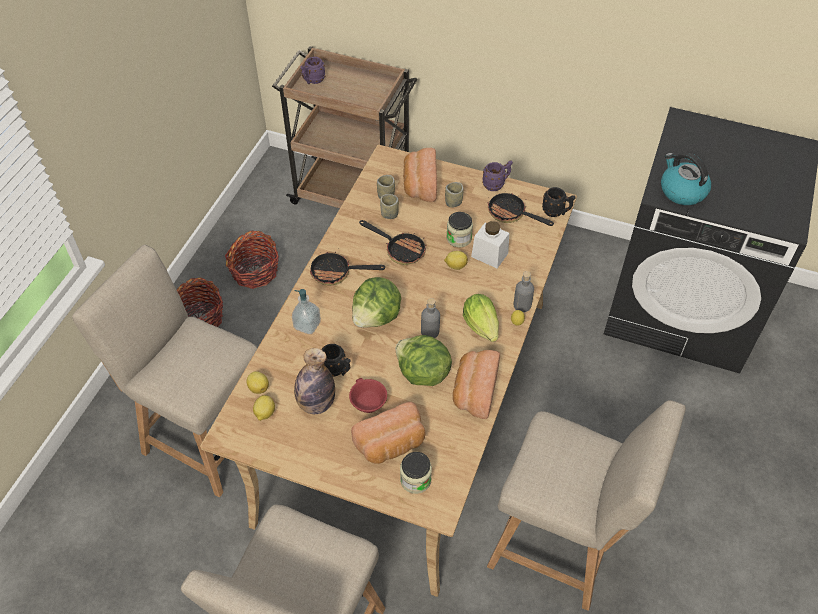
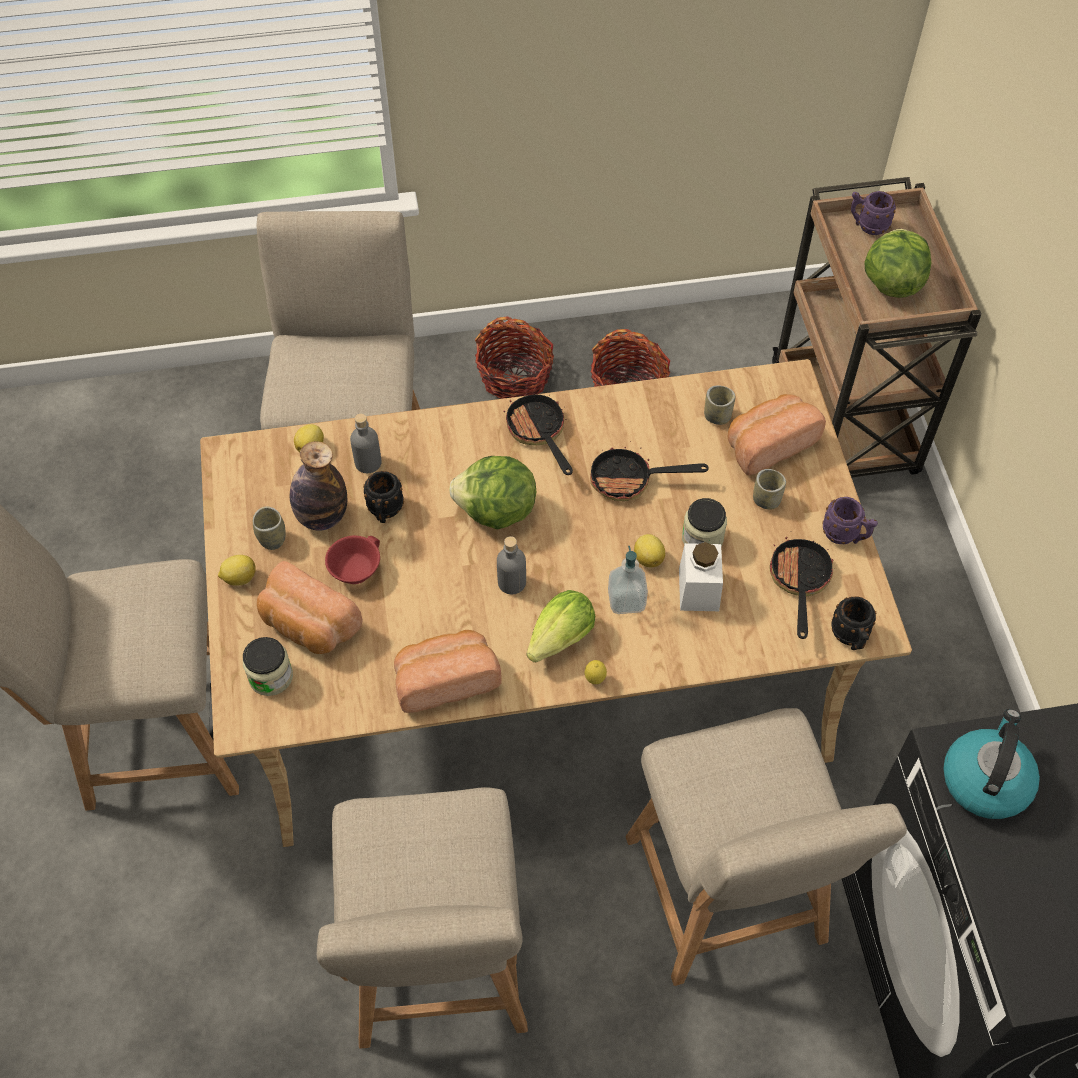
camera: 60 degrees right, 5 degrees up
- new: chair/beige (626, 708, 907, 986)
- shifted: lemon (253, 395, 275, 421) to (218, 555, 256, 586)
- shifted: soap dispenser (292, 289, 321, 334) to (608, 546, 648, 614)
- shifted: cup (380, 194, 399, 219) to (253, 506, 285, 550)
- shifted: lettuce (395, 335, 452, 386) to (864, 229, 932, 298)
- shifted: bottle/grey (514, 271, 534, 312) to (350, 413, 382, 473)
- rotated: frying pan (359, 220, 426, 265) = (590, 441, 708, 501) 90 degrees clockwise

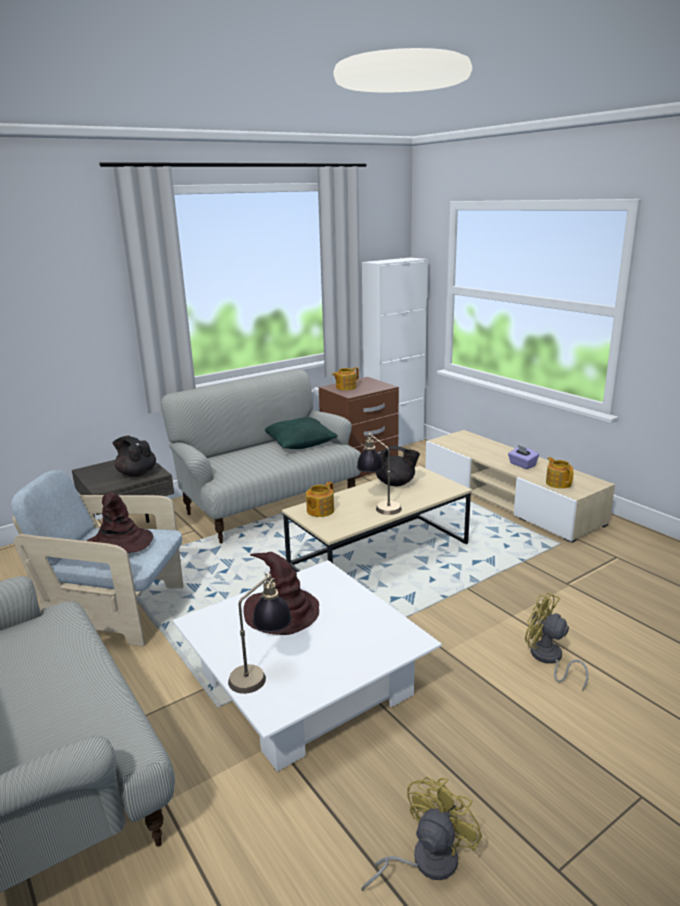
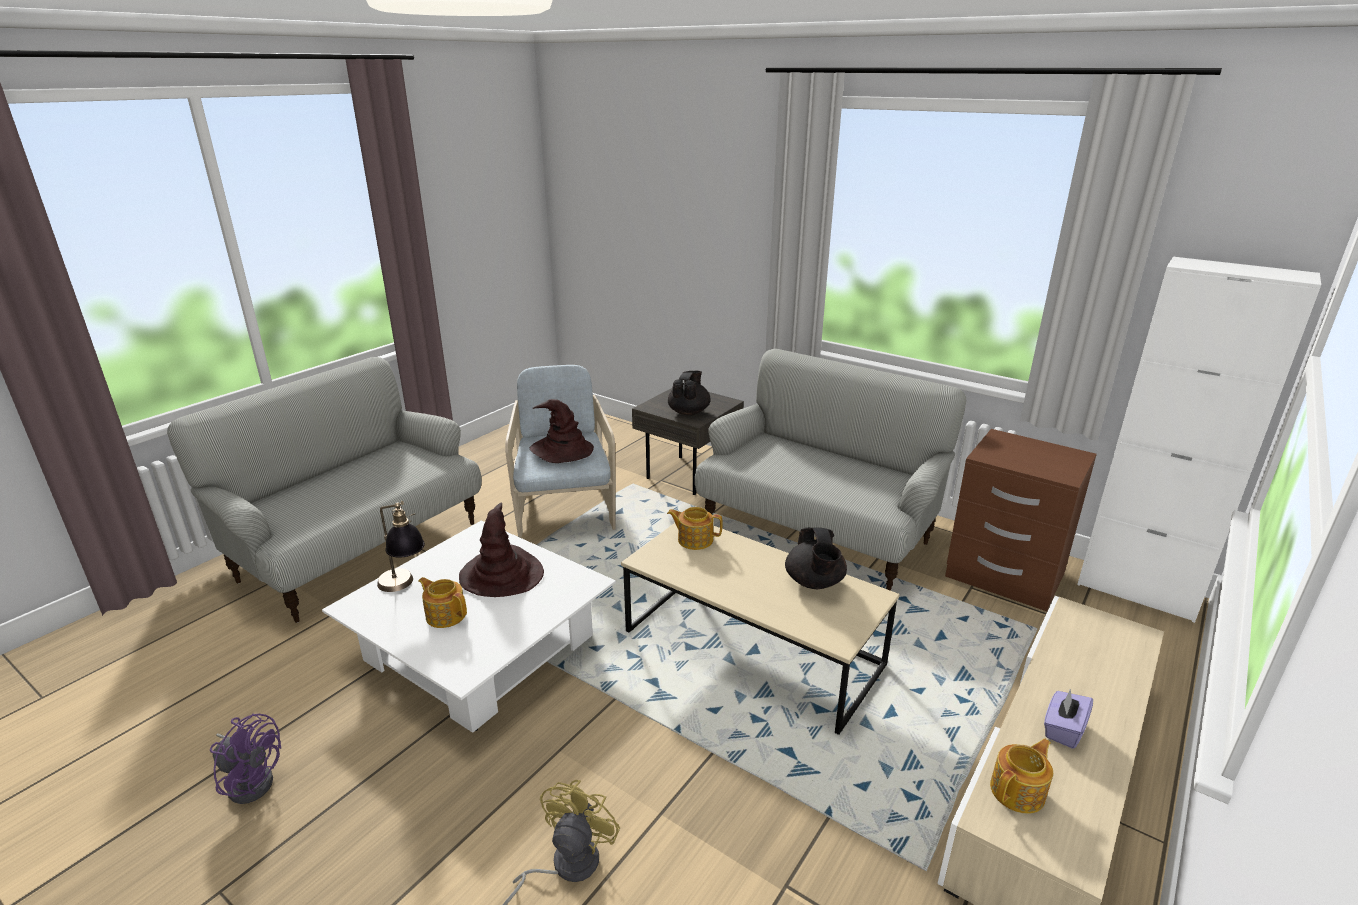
camera: 70 degrees right, 5 degrees up
- gone: pillow/green (265, 417, 338, 449)
- gone: table lamp (357, 433, 402, 515)
- shifted: teapot (332, 367, 359, 390) to (418, 577, 467, 628)
- repainted: fan/yellow (361, 777, 482, 891) to fan/purple (210, 714, 281, 804)

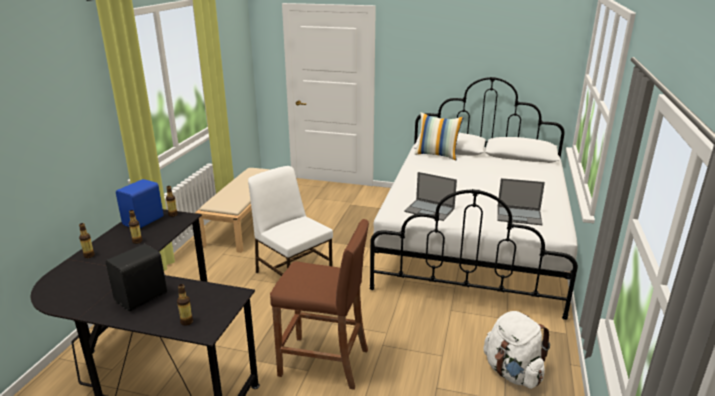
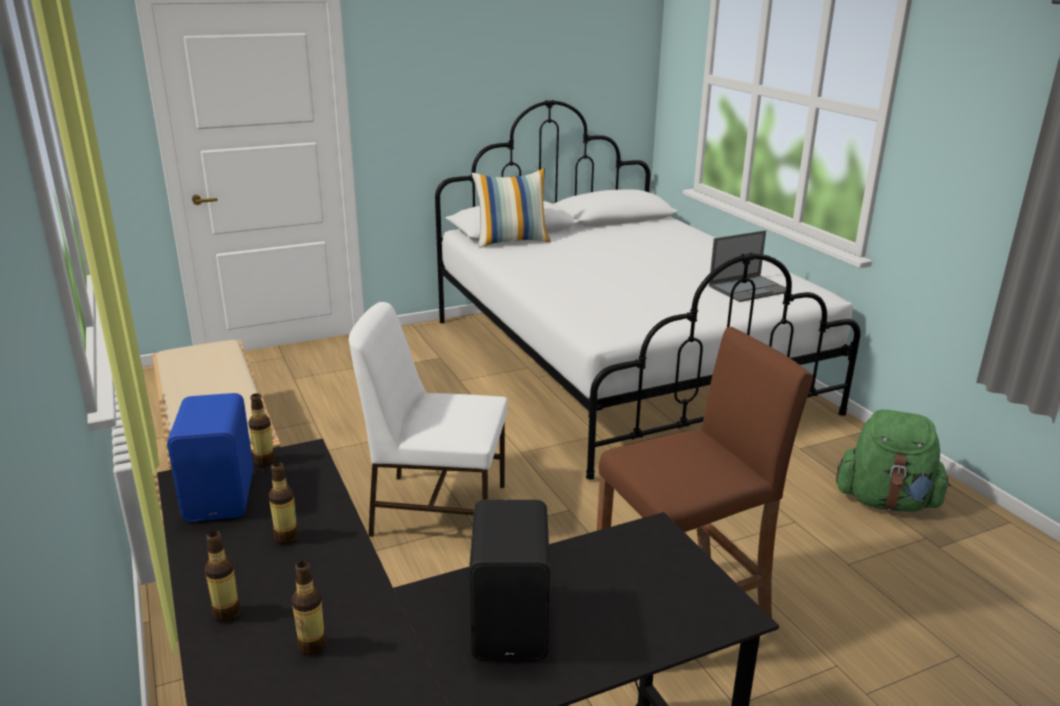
camera: 40 degrees left, 0 degrees up
- gone: laptop (404, 172, 457, 221)
- shifted: bottle (177, 284, 193, 325) to (292, 561, 327, 656)
- repainted: backpack/white (484, 311, 550, 389) to backpack/green (836, 409, 951, 512)

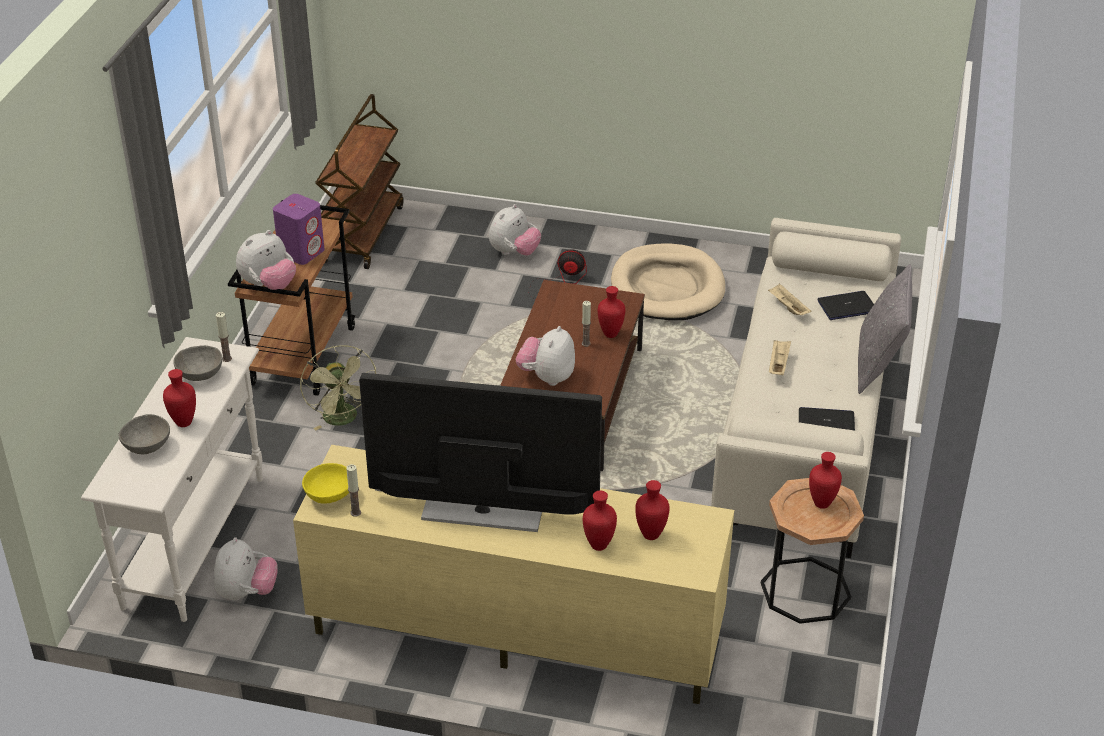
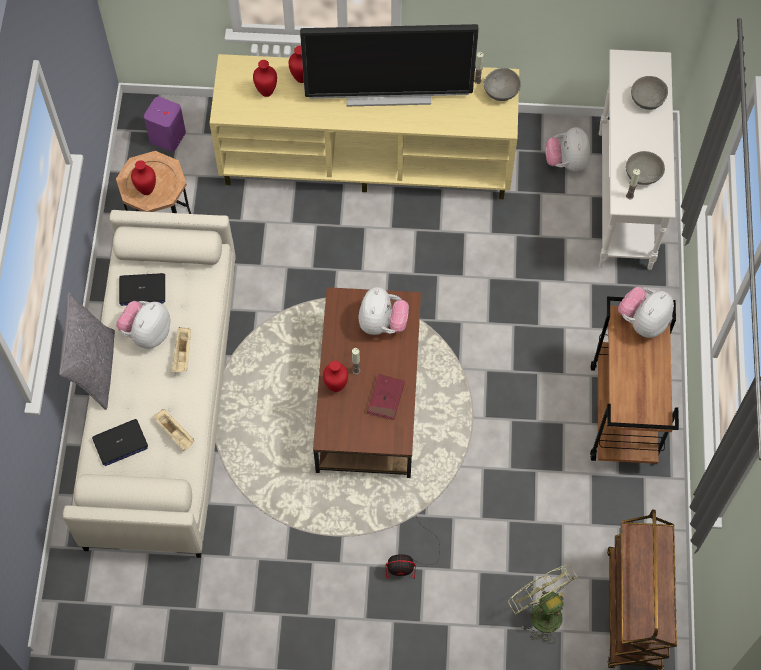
camera: 170 degrees right, 25 degrees up
- gone: vase/red (163, 369, 196, 427)
- gone: dog bed/beige (611, 243, 725, 320)
- new: book/red (367, 374, 405, 420)
- shifted: speaker/purple (273, 194, 325, 265) to (144, 97, 186, 151)
- shifted: fan/green (300, 345, 376, 430) to (508, 565, 578, 644)
- shifted: plush toy (489, 204, 541, 256) to (116, 301, 170, 349)
- repainted: bowl/yellow (302, 463, 349, 503) to bowl/grey (484, 68, 521, 101)

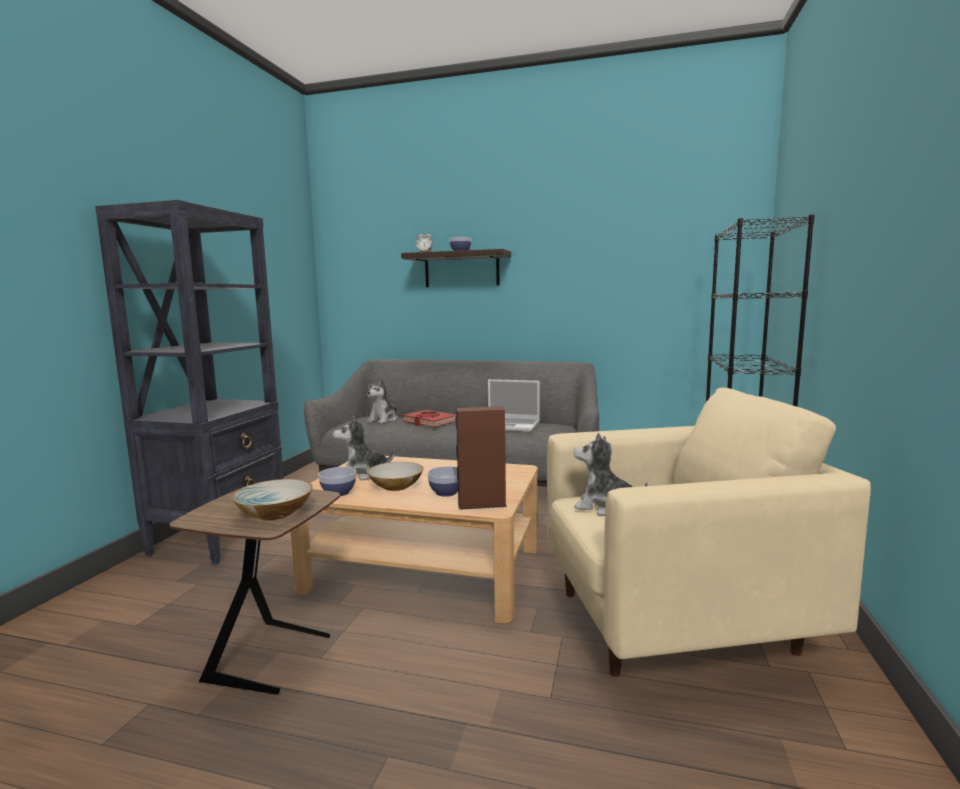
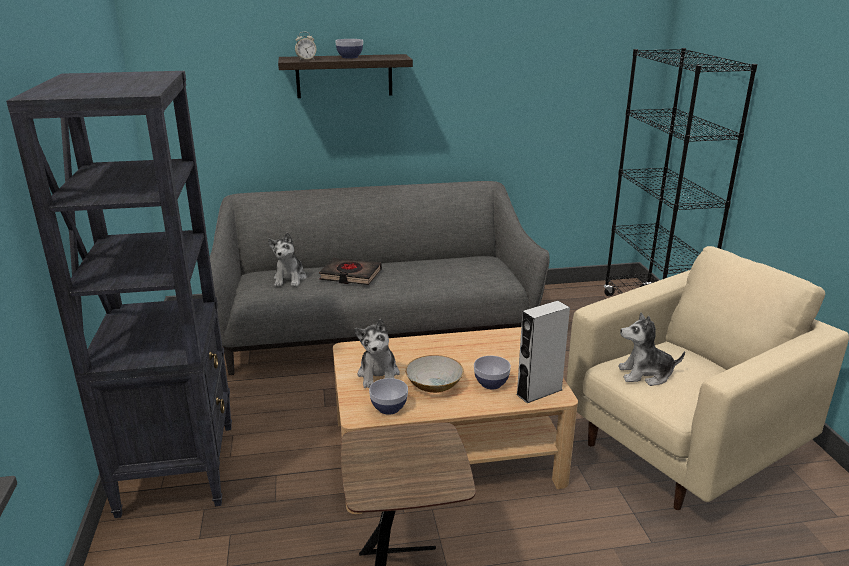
camera: 25 degrees left, 15 degrees up
- gone: bowl (232, 479, 313, 520)
- gone: laptop (488, 379, 540, 432)
- repainted: book/red (402, 410, 456, 427) to book/black (319, 258, 382, 285)
- repainted: speaker/brown (456, 406, 507, 510) to speaker/grey (516, 300, 570, 403)
- rotated: plush toy (333, 415, 395, 480) = (355, 319, 400, 388) 60 degrees counterclockwise

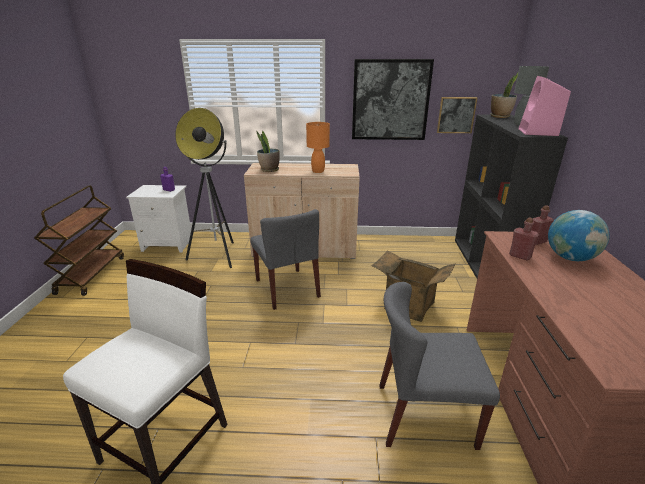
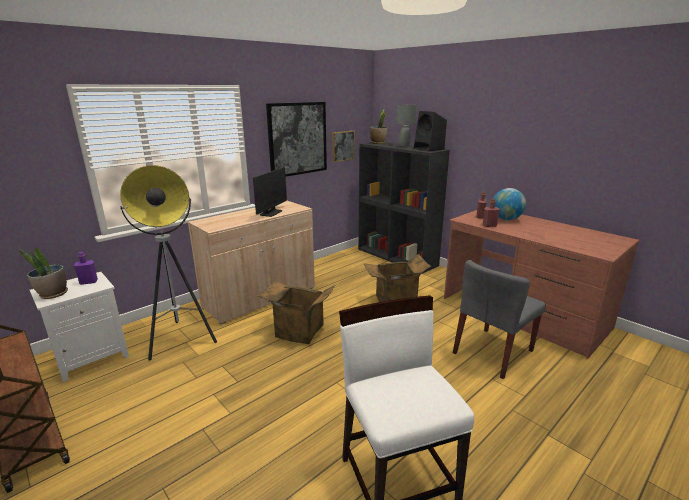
camera: 45 degrees left, 5 degrees down
- shifted: potted plant (257, 131, 280, 172) to (19, 248, 68, 299)
- swapped: chair/grey (250, 209, 321, 310) to cardboard box (257, 281, 335, 344)
- swapped: table lamp/orange (306, 122, 330, 173) to monitor (253, 167, 287, 217)
- repainted: speaker/pink (518, 76, 571, 136) to speaker/black (414, 111, 447, 151)

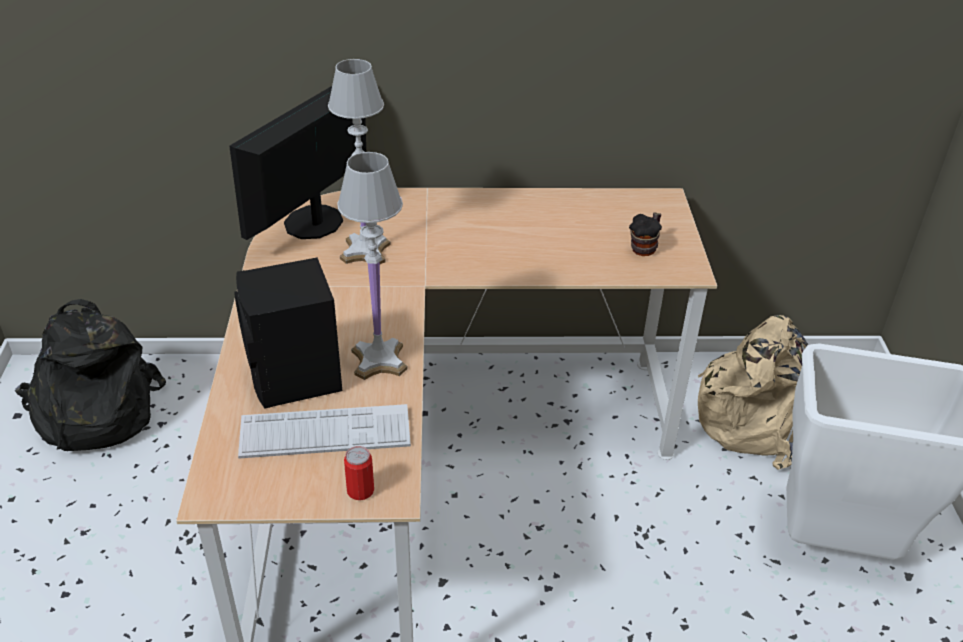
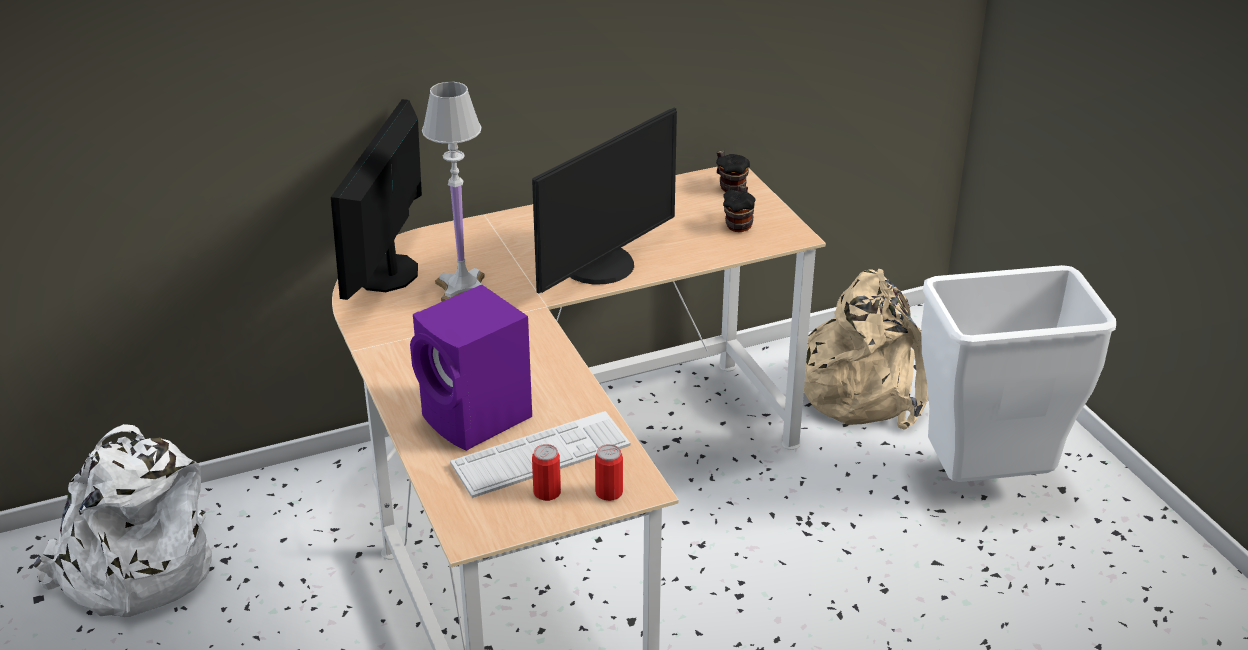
camera: 20 degrees left, 5 degrees down
- gone: table lamp/white (337, 152, 407, 380)
- new: monitor (532, 108, 677, 294)
- new: can (532, 444, 561, 501)
- new: mug (716, 151, 750, 192)
- repainted: backpack/black (15, 299, 166, 451) to backpack/white (33, 424, 212, 617)
- repainted: speaker/black (234, 258, 342, 409) to speaker/purple (410, 285, 532, 451)

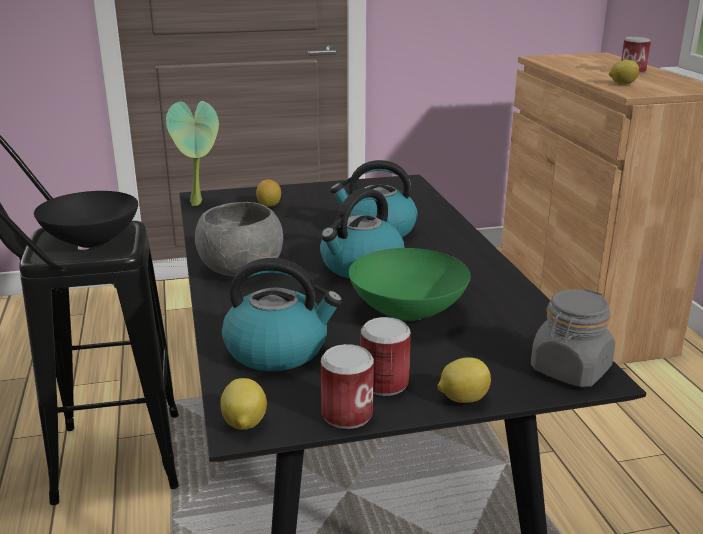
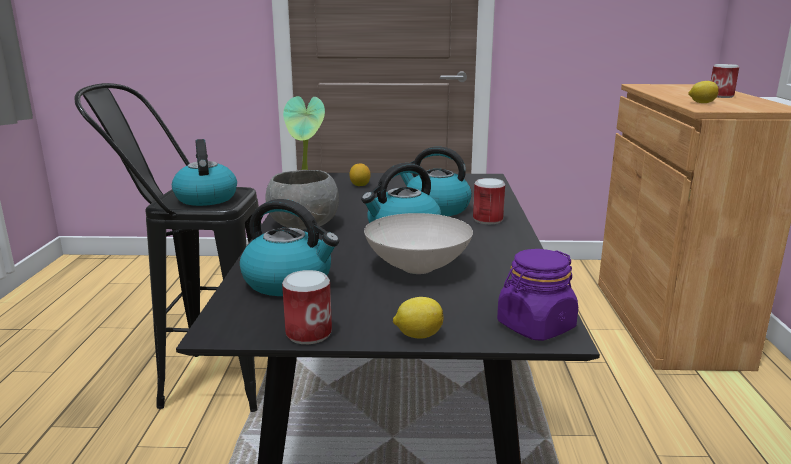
camera: 15 degrees right, 5 degrees down
- gone: lemon (220, 378, 267, 430)
- shifted: can (361, 317, 411, 396) to (473, 178, 505, 224)
- swapped: bowl/black (34, 191, 138, 248) to kettle (172, 139, 237, 206)
- repainted: bowl/green (349, 248, 471, 321) to bowl/white (364, 213, 473, 274)
- repainted: jar/grey (531, 289, 615, 387) to jar/purple (497, 249, 578, 341)

